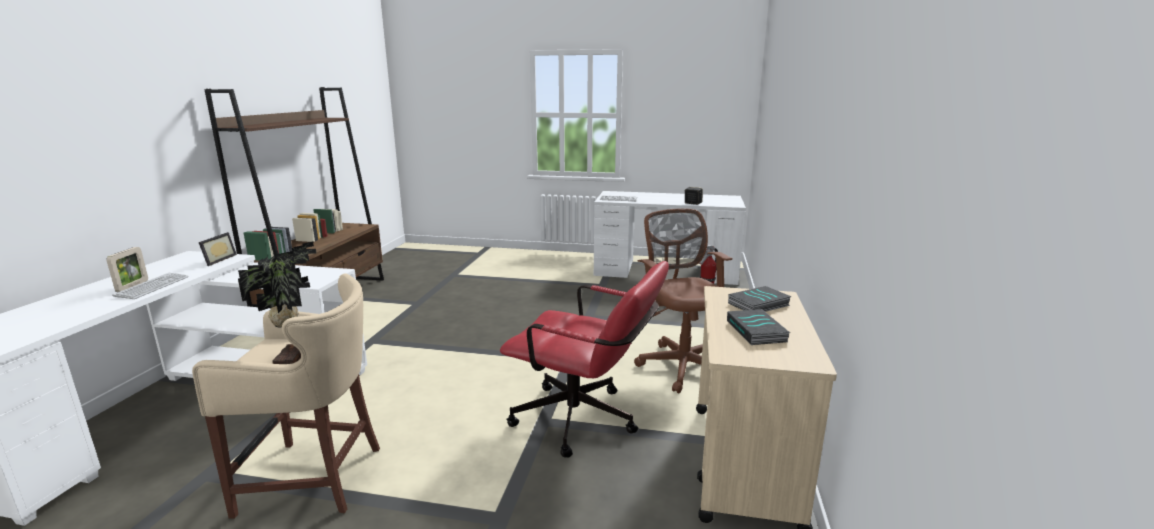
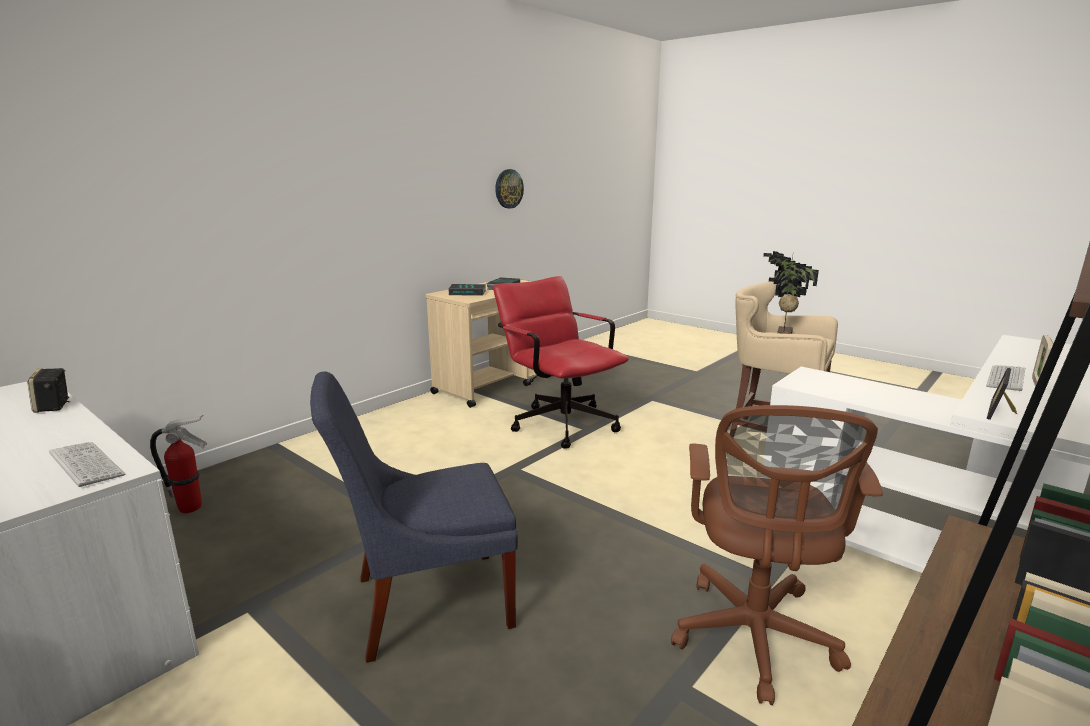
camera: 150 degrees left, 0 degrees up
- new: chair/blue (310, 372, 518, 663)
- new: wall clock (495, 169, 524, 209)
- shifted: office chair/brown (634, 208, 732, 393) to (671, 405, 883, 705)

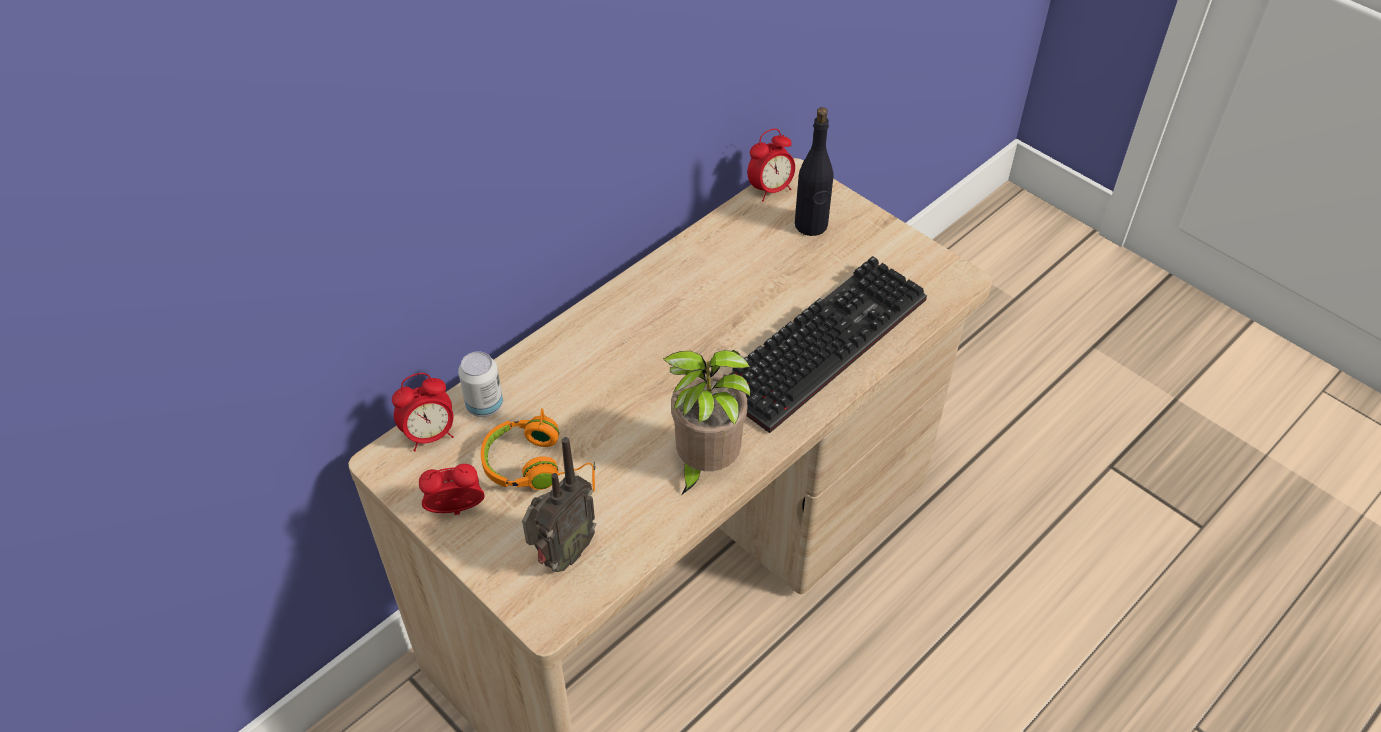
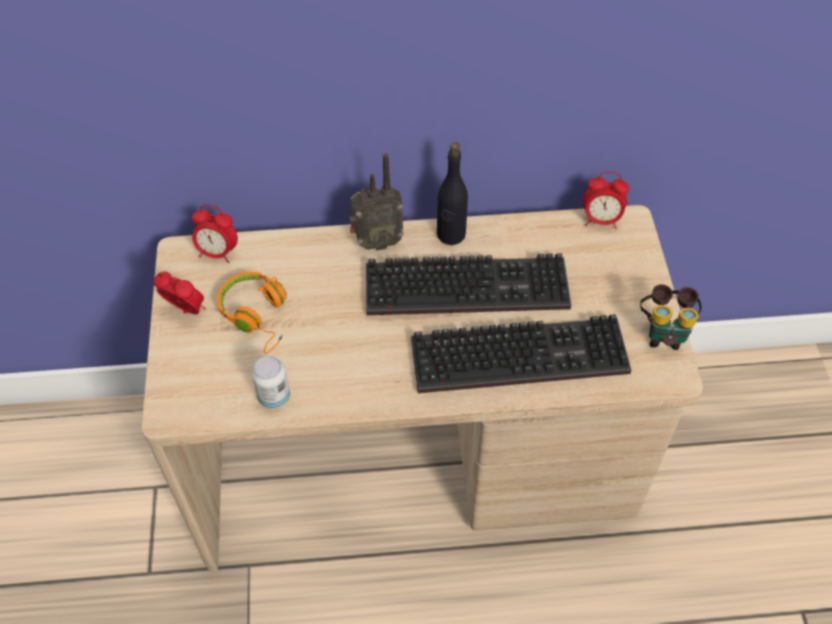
camera: 40 degrees right, 5 degrees up
- gone: potted plant (663, 350, 750, 494)
- new: keyboard (366, 253, 571, 315)
- new: binoculars (640, 284, 702, 350)
- shifted: can (458, 351, 503, 417) to (252, 356, 290, 409)
- shifted: radio (522, 437, 596, 572) to (349, 153, 404, 251)
- shifted: bottle/black (795, 107, 833, 236) to (437, 142, 468, 245)

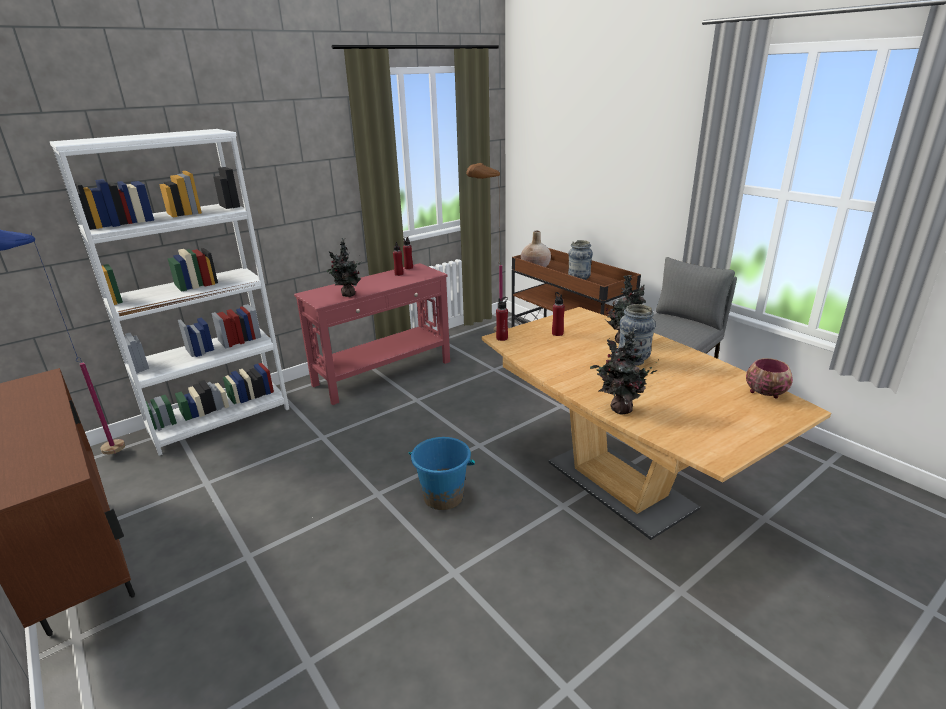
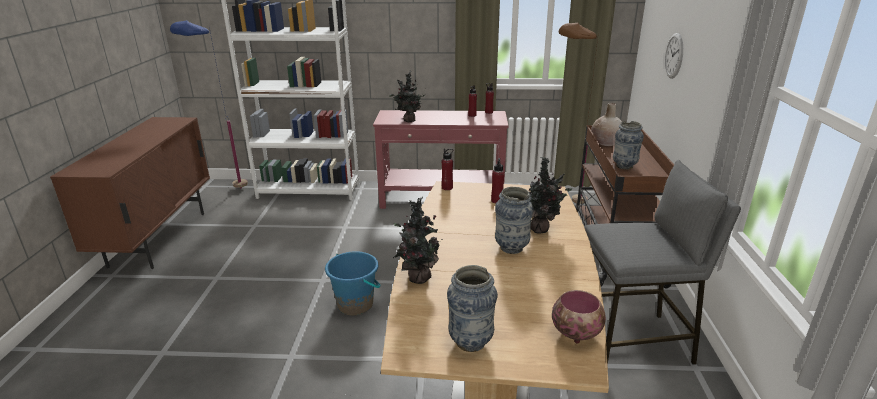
camera: 40 degrees right, 0 degrees up
- new: vase (447, 265, 498, 352)
- new: wall clock (665, 33, 683, 79)

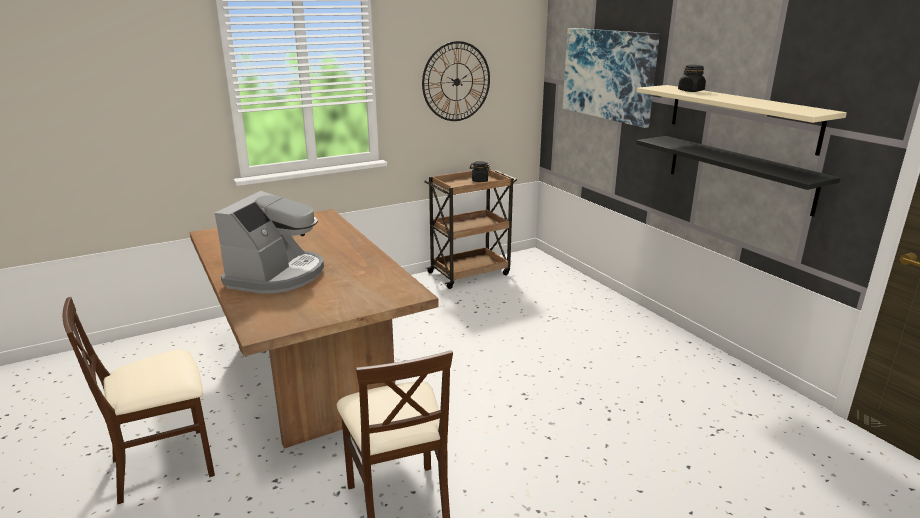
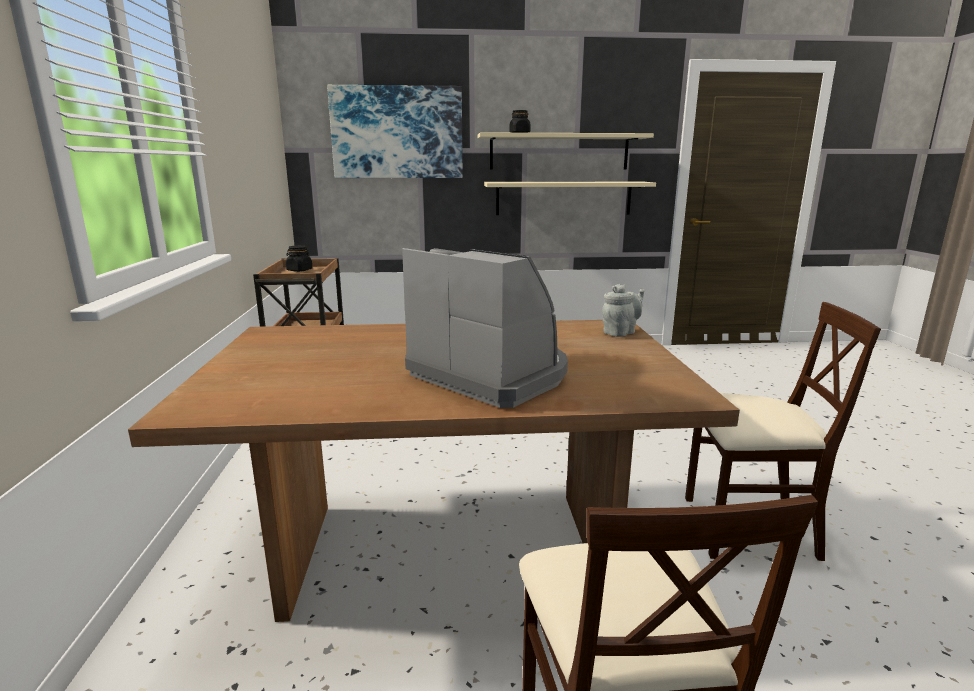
camera: 65 degrees left, 5 degrees down
- gone: wall clock (422, 41, 490, 121)
- new: teapot/grey (602, 284, 645, 337)
- repainted: shelf/black (636, 136, 841, 217) to shelf/beige (484, 182, 656, 215)

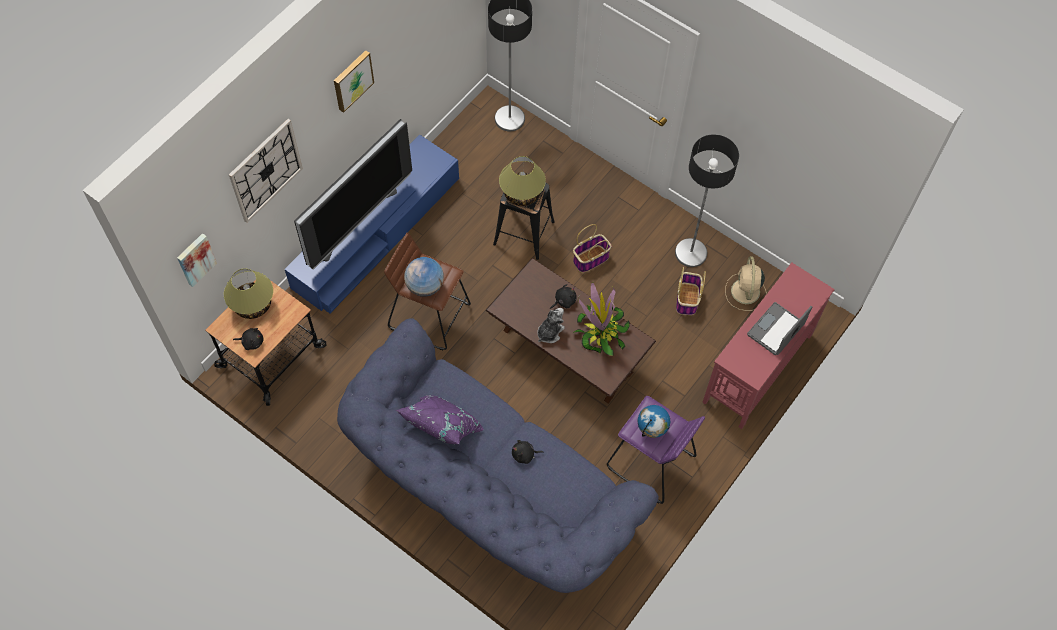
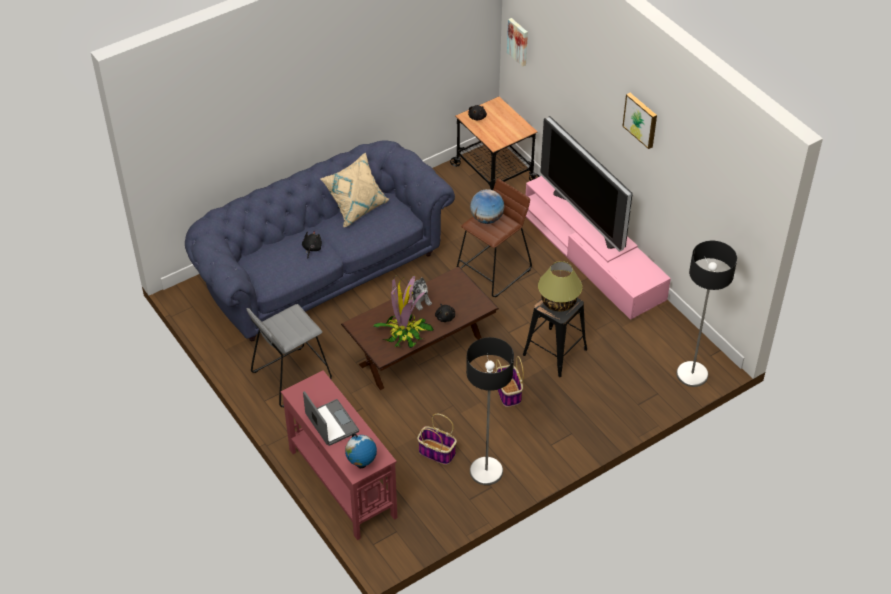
camera: 110 degrees right, 15 degrees down
- gone: table lamp (224, 268, 273, 319)
- gone: wall clock (229, 119, 303, 223)
- gone: fan/beige (725, 257, 767, 311)
- shifted: globe (638, 405, 670, 438) to (345, 434, 377, 468)
- repainted: tv stand/blue (285, 135, 459, 313) to tv stand/pink (526, 176, 671, 320)
- repainted: pillow/purple (396, 395, 484, 444) to pillow/beige (320, 152, 389, 228)
- repainted: stool/purple (607, 396, 705, 504) to stool/grey (246, 304, 332, 407)

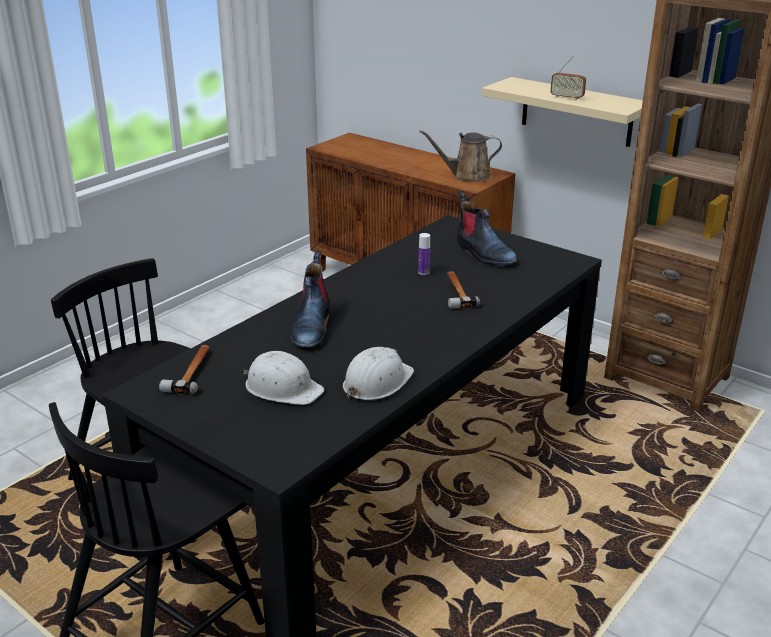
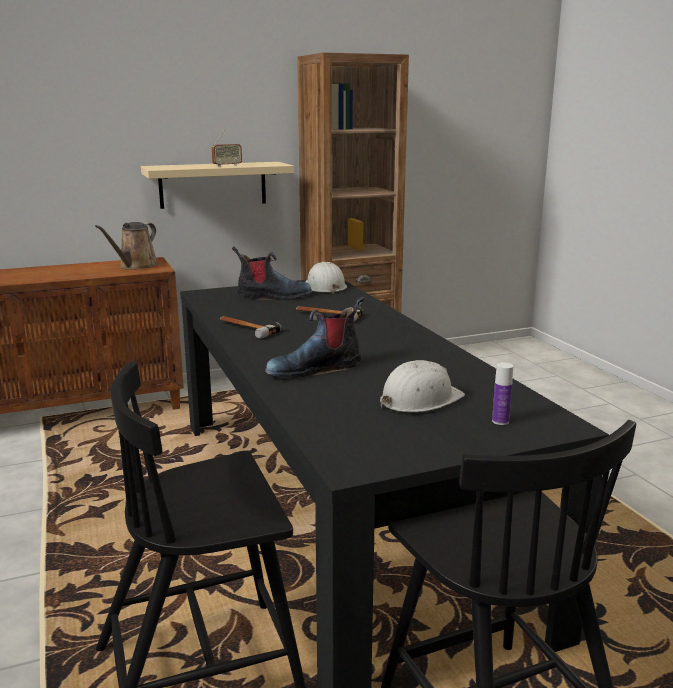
camera: 60 degrees left, 10 degrees down
- shifted: hammer (159, 345, 209, 394) to (220, 316, 282, 339)
- shifted: hard hat/white (343, 347, 414, 400) to (306, 262, 347, 294)
- shifted: bottle (418, 233, 430, 275) to (492, 363, 513, 425)
- rotated: boot (289, 250, 330, 347) = (265, 296, 364, 378) 120 degrees clockwise

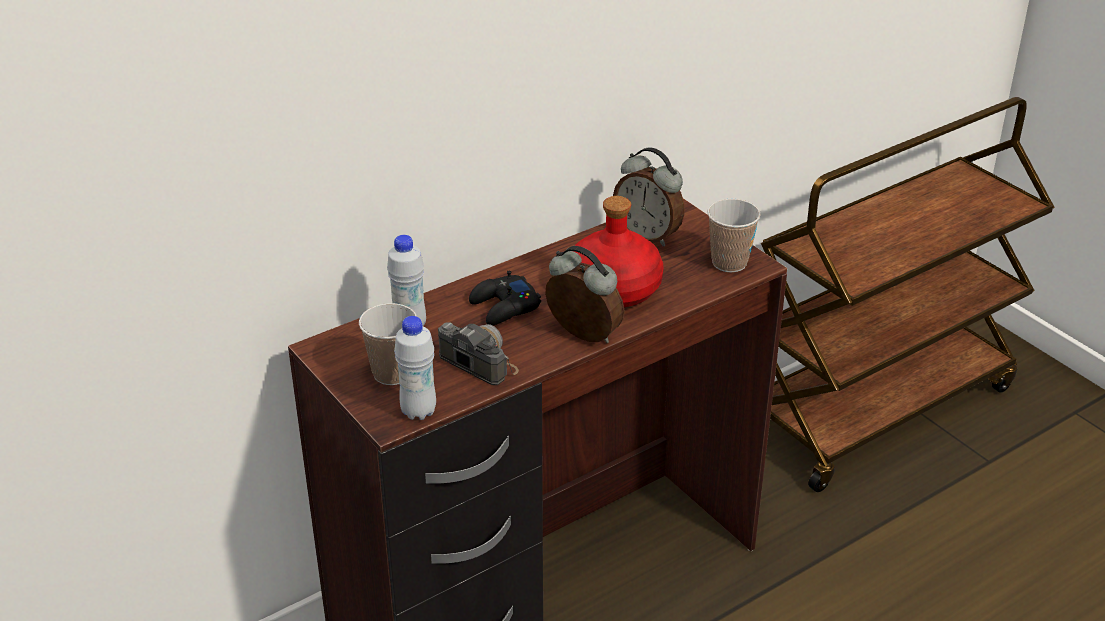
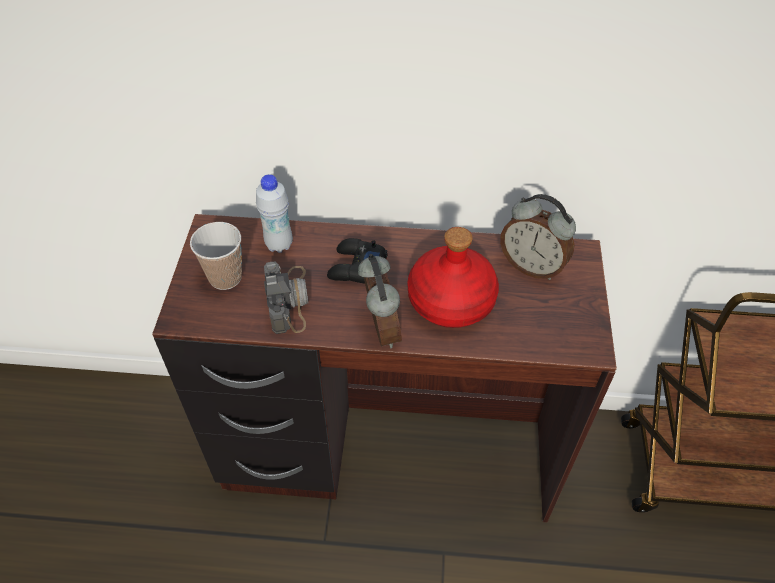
camera: 40 degrees right, 15 degrees up
- gone: bottle/white (394, 316, 436, 420)
- gone: cup (707, 199, 760, 272)
- rotated: alarm clock (613, 147, 685, 247) = (500, 194, 576, 280) 45 degrees counterclockwise

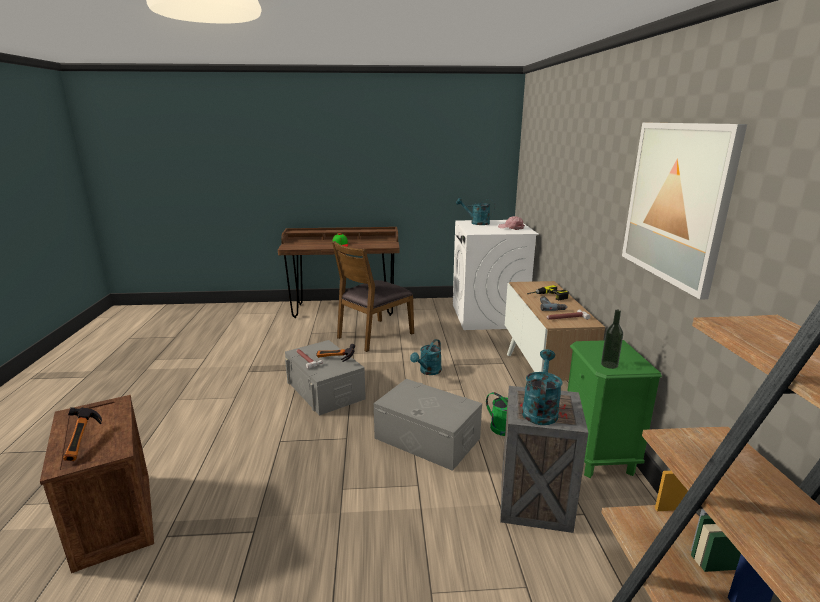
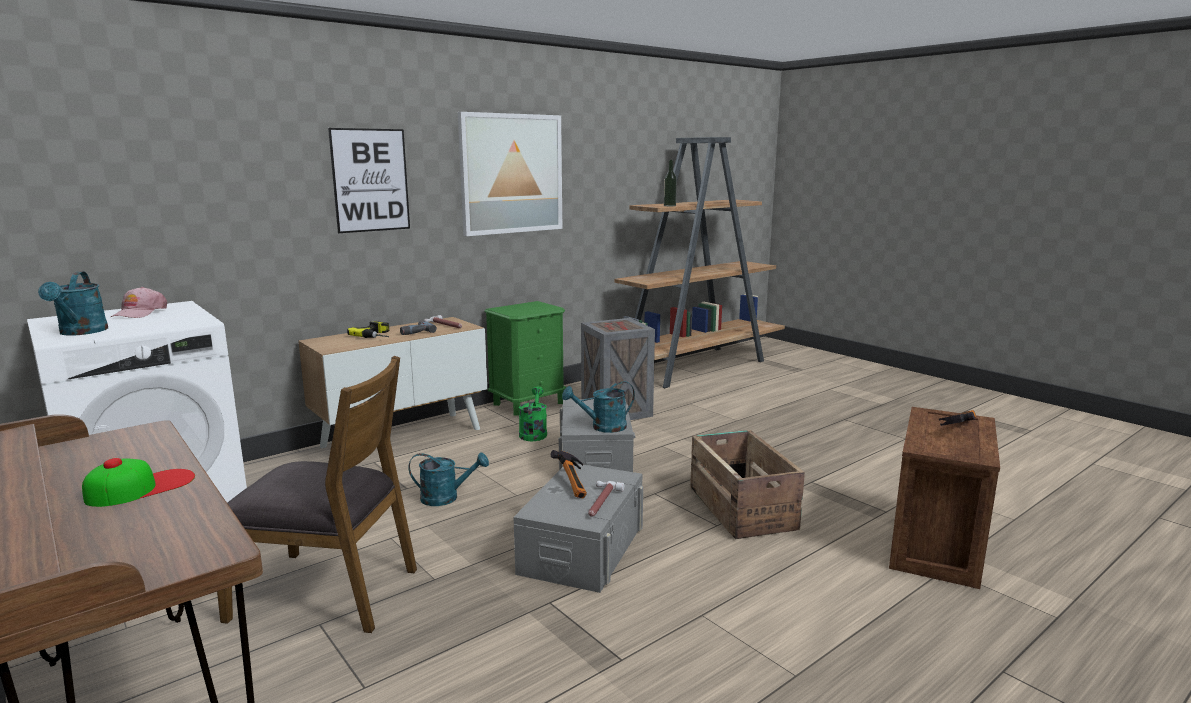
camera: 125 degrees left, 5 degrees down
- new: picture (328, 128, 410, 233)
- new: crate (690, 430, 805, 539)
- shifted: watering can/turquoise (522, 349, 562, 425) to (562, 381, 635, 433)
- shifted: bottle (601, 309, 623, 369) to (664, 160, 677, 206)

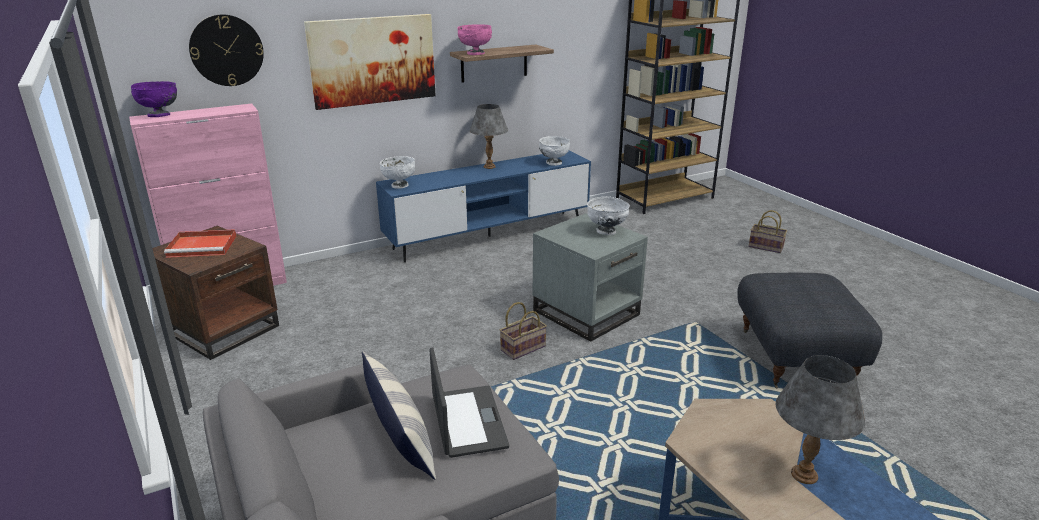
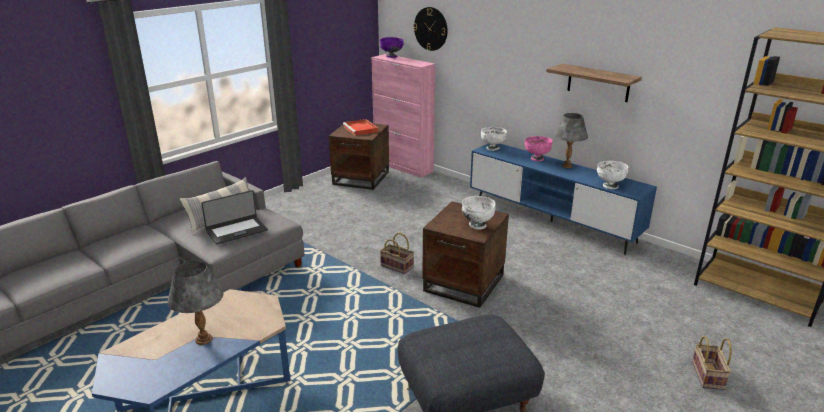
camera: 70 degrees right, 0 degrees up
- gone: picture (304, 14, 436, 110)
- shifted: bowl/pink (457, 24, 492, 55) to (524, 136, 553, 161)
- repainted: side table/grey (533, 213, 648, 342) to side table/brown (422, 201, 509, 308)

